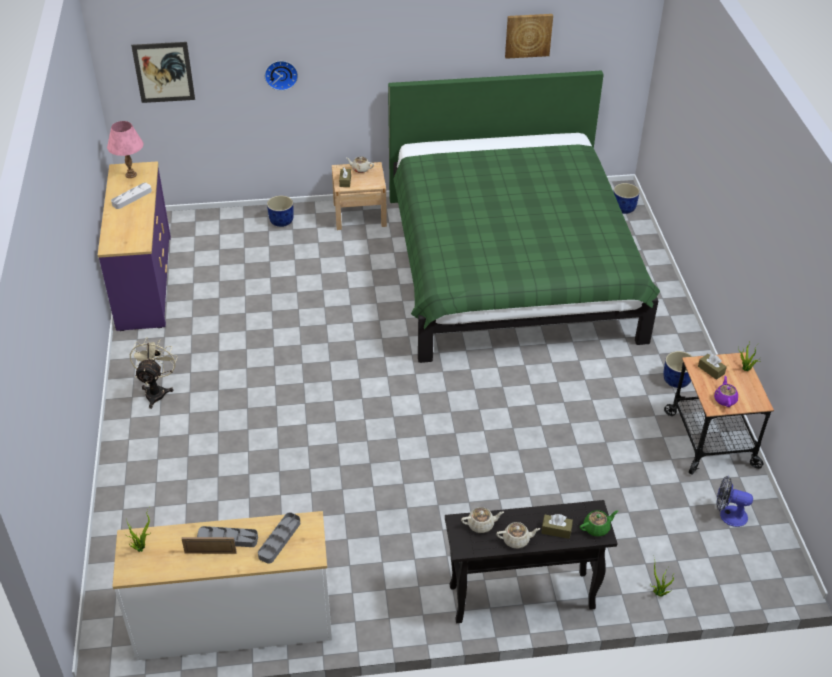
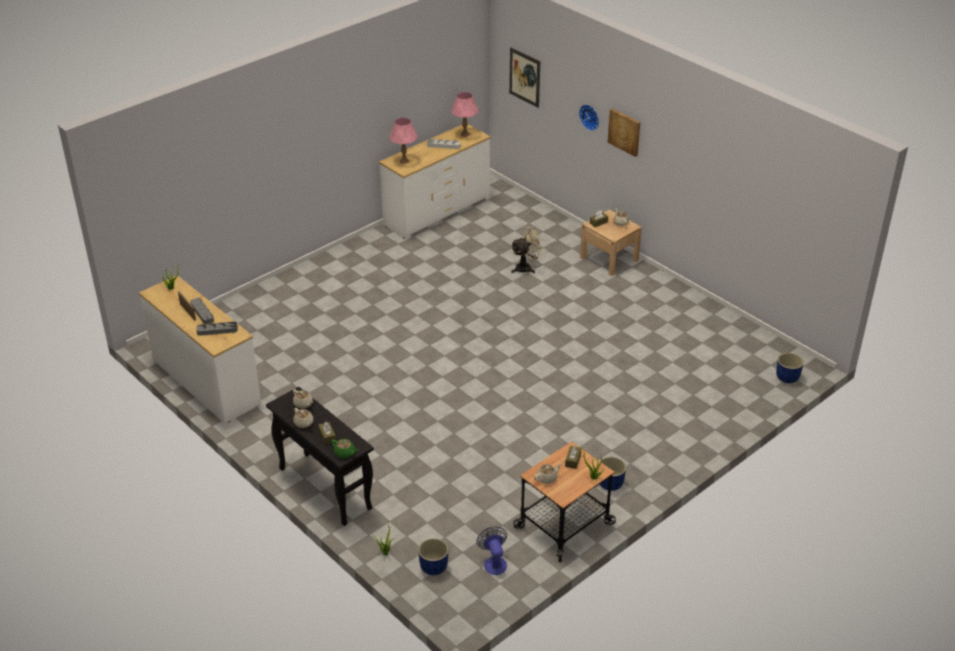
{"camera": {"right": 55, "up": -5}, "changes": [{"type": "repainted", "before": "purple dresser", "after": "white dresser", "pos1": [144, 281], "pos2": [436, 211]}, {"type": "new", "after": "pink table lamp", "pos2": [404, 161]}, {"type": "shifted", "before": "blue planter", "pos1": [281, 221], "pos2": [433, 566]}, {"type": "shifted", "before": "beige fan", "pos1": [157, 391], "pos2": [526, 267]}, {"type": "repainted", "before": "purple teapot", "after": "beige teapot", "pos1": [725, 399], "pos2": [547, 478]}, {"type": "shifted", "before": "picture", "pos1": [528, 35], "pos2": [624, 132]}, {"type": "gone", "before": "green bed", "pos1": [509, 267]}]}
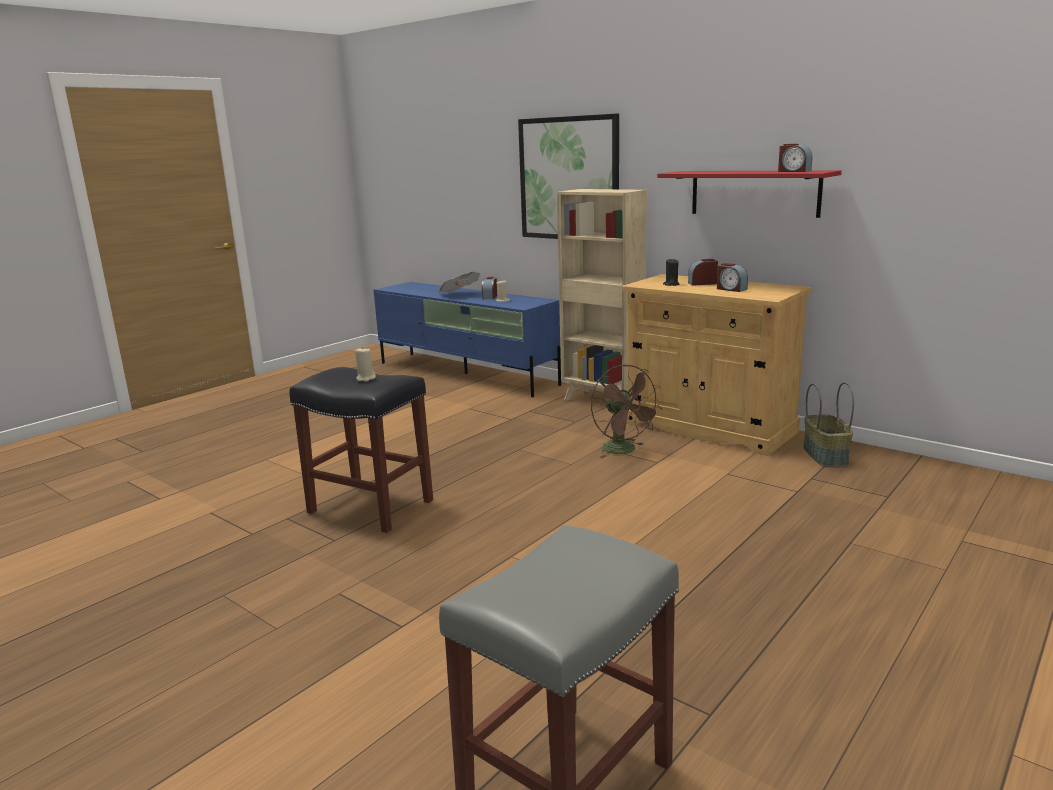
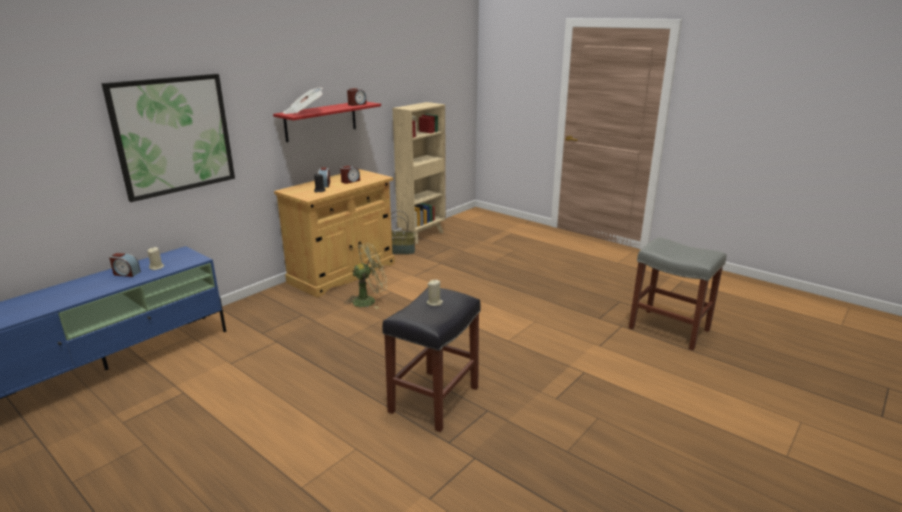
{"camera": {"right": -90, "up": 5}, "changes": [{"type": "shifted", "before": "newspaper", "pos1": [459, 294], "pos2": [304, 112]}, {"type": "repainted", "before": "brown fan", "after": "green fan", "pos1": [624, 451], "pos2": [368, 300]}, {"type": "shifted", "before": "beige bookcase", "pos1": [602, 401], "pos2": [422, 235]}]}
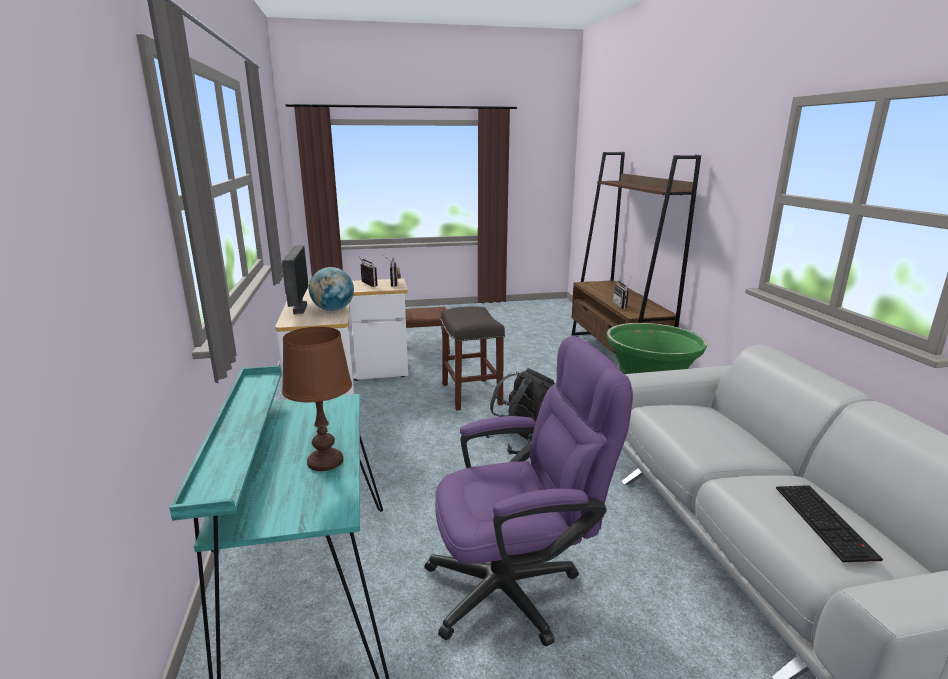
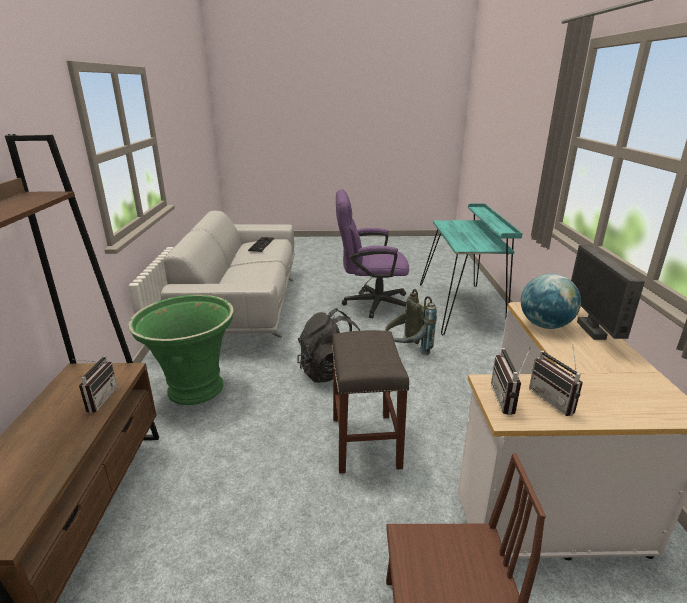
{"camera": {"right": -170, "up": 5}, "changes": [{"type": "new", "after": "grey backpack", "pos2": [406, 351]}, {"type": "gone", "before": "brown table lamp", "pos1": [325, 461]}]}
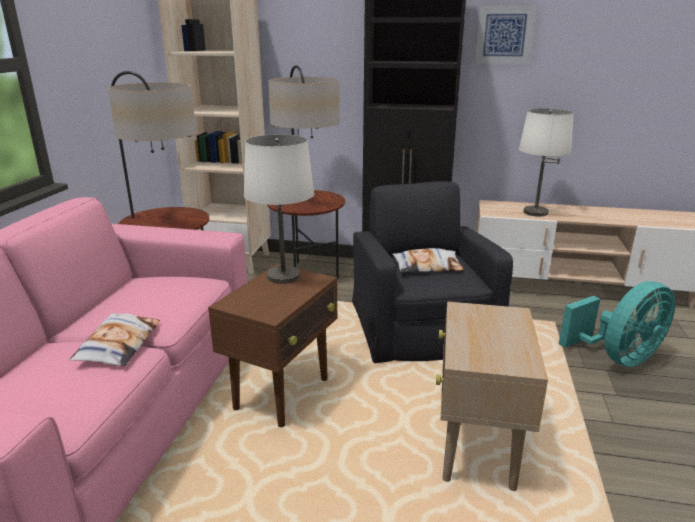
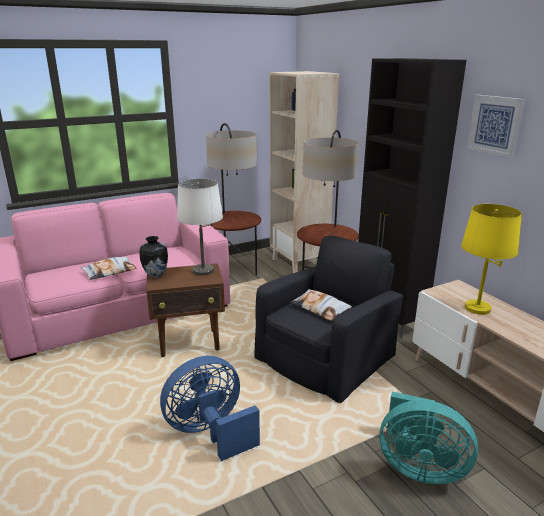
{"camera": {"right": 50, "up": 0}, "changes": [{"type": "new", "after": "vase", "pos2": [155, 275]}, {"type": "swapped", "before": "beige side table", "after": "blue fan", "pos1": [477, 450], "pos2": [210, 432]}, {"type": "repainted", "before": "white table lamp", "after": "yellow table lamp", "pos1": [535, 212], "pos2": [477, 308]}]}
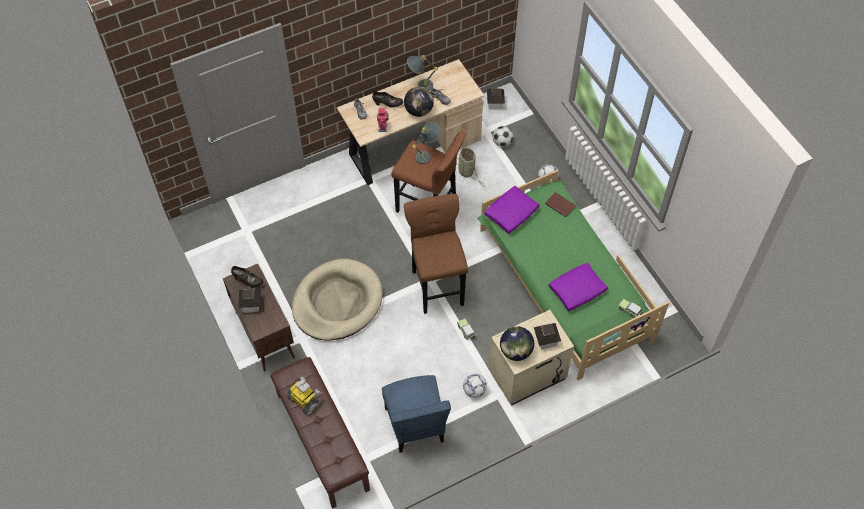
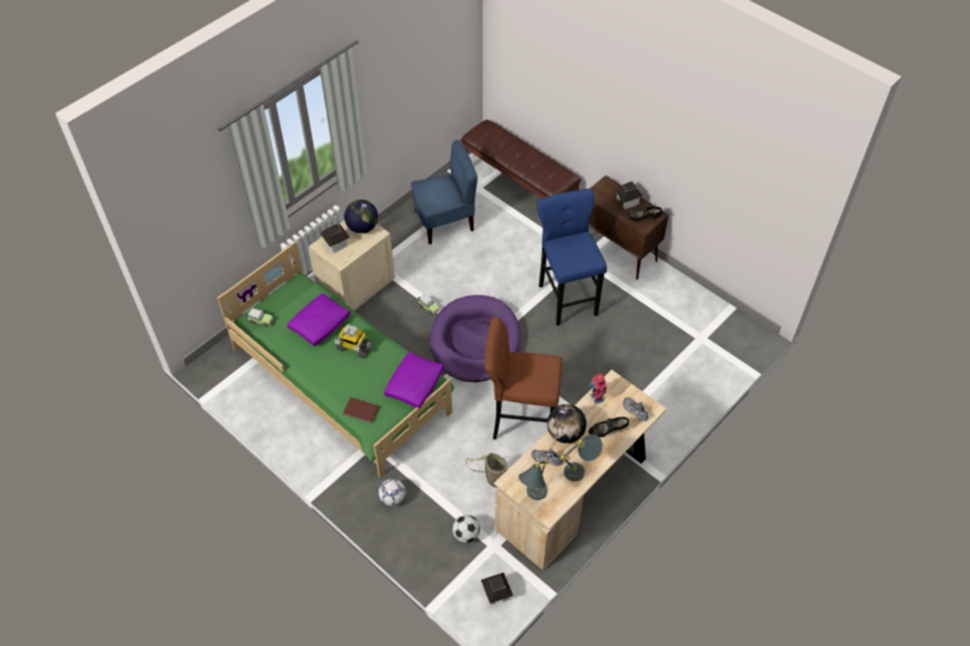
{"camera": {"right": 160, "up": -5}, "changes": [{"type": "shifted", "before": "toy robot", "pos1": [304, 400], "pos2": [354, 348]}, {"type": "rotated", "before": "blue chair", "pos1": [415, 424], "pos2": [444, 222], "turn": 105}, {"type": "swapped", "before": "brown stool", "after": "purple dog bed", "pos1": [437, 285], "pos2": [475, 341]}, {"type": "shifted", "before": "grey table lamp", "pos1": [427, 155], "pos2": [533, 496]}, {"type": "swapped", "before": "beige dog bed", "after": "blue stool", "pos1": [337, 302], "pos2": [567, 297]}, {"type": "gone", "before": "football", "pos1": [474, 390]}]}
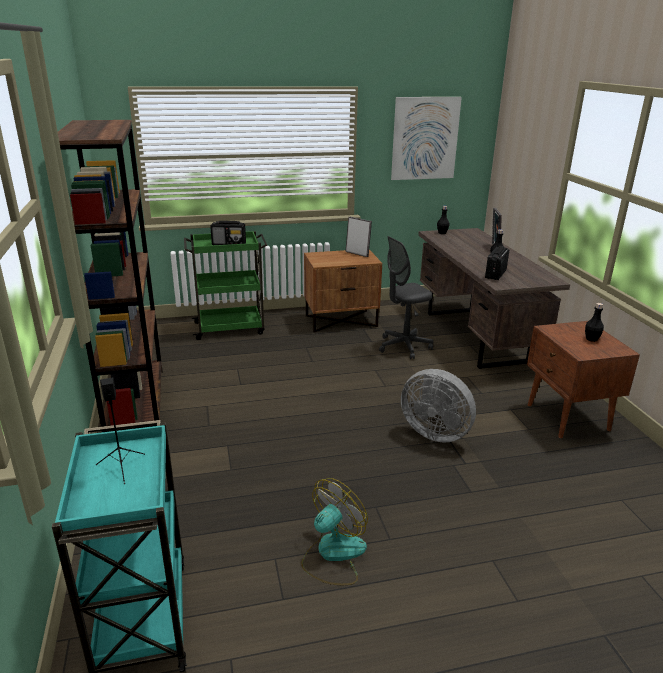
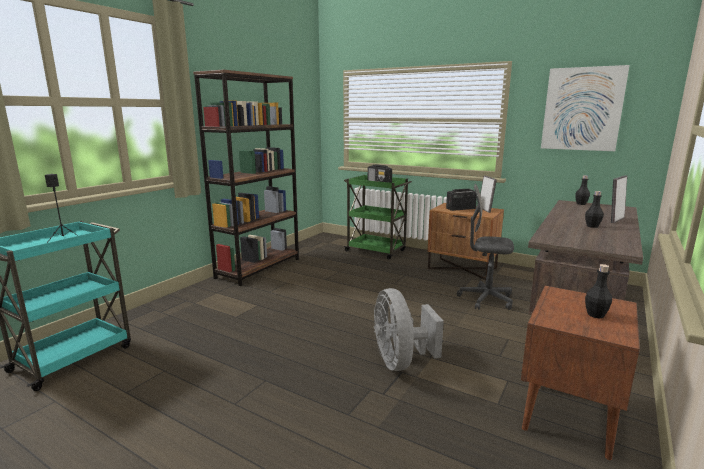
{"camera": {"right": 45, "up": -10}, "changes": [{"type": "shifted", "before": "radio", "pos1": [495, 274], "pos2": [460, 209]}, {"type": "gone", "before": "fan", "pos1": [333, 554]}]}
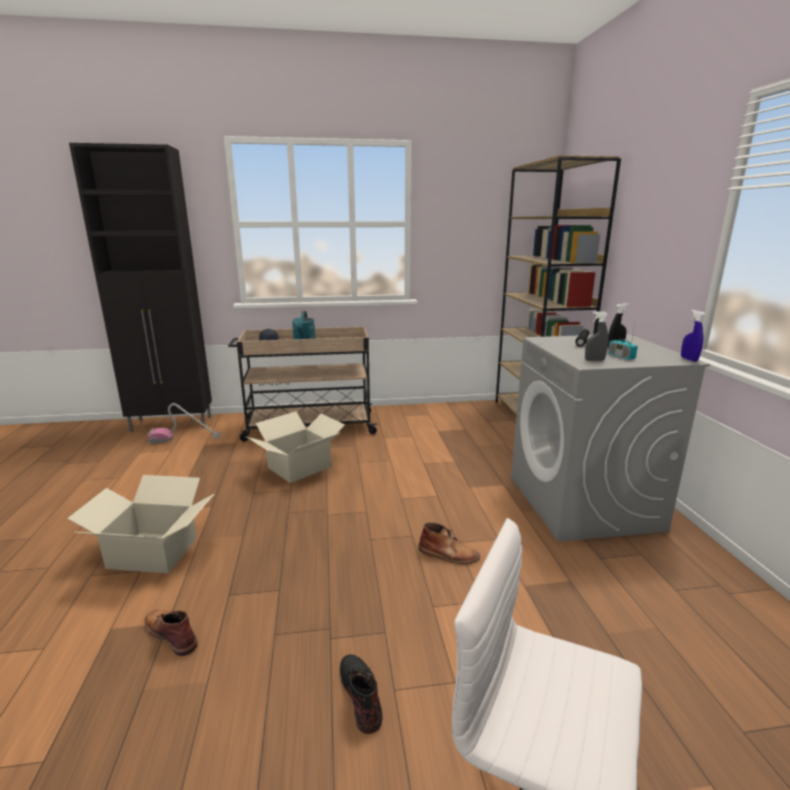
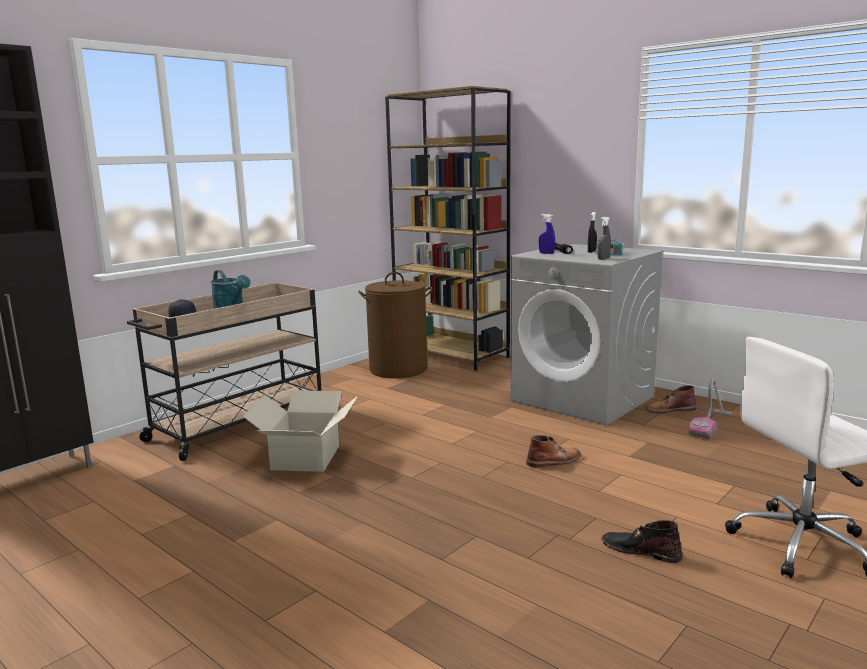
{"camera": {"right": -40, "up": -5}, "changes": [{"type": "new", "after": "brown laundry basket", "pos2": [398, 369]}, {"type": "shifted", "before": "blue spray bottle", "pos1": [689, 359], "pos2": [546, 253]}, {"type": "shifted", "before": "brown boot", "pos1": [171, 633], "pos2": [669, 409]}, {"type": "shifted", "before": "vacuum cleaner", "pos1": [185, 438], "pos2": [711, 425]}, {"type": "gone", "before": "cardboard box", "pos1": [153, 552]}]}
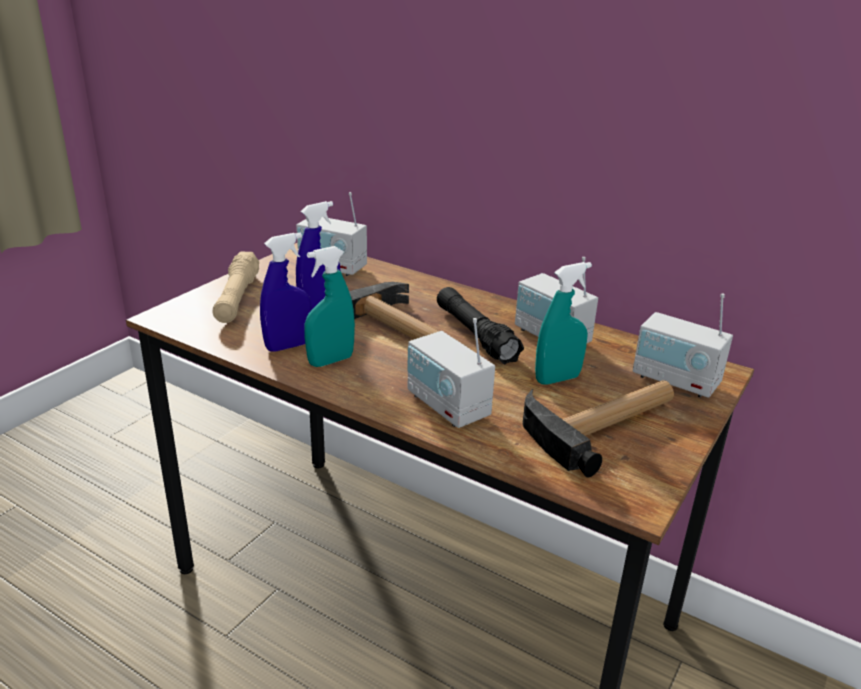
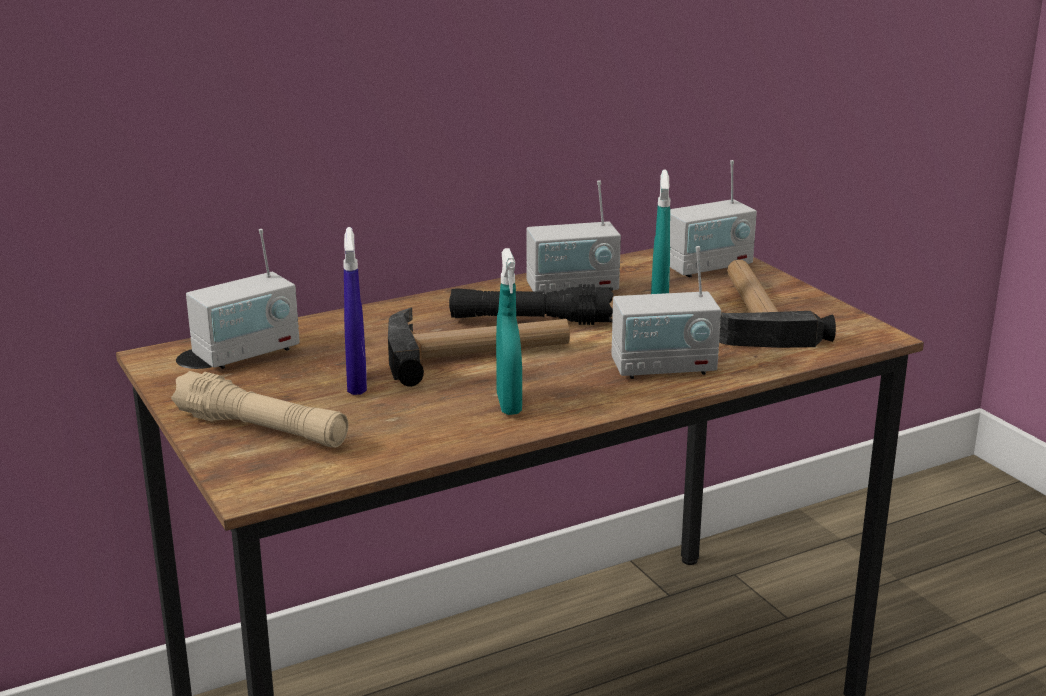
{"camera": {"right": -60, "up": -5}, "changes": [{"type": "gone", "before": "blue spray bottle", "pos1": [288, 346]}]}
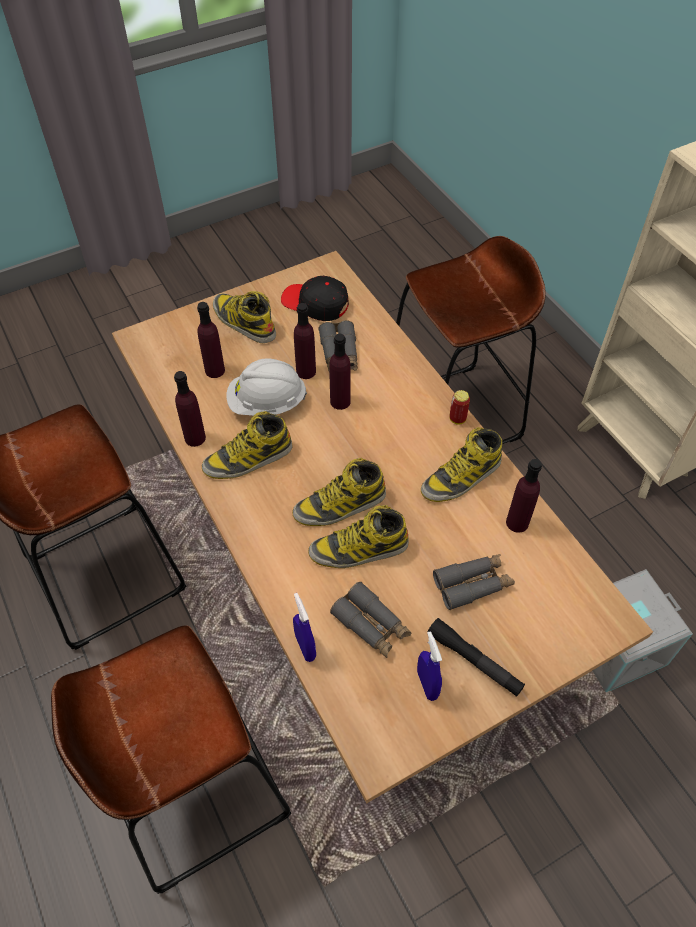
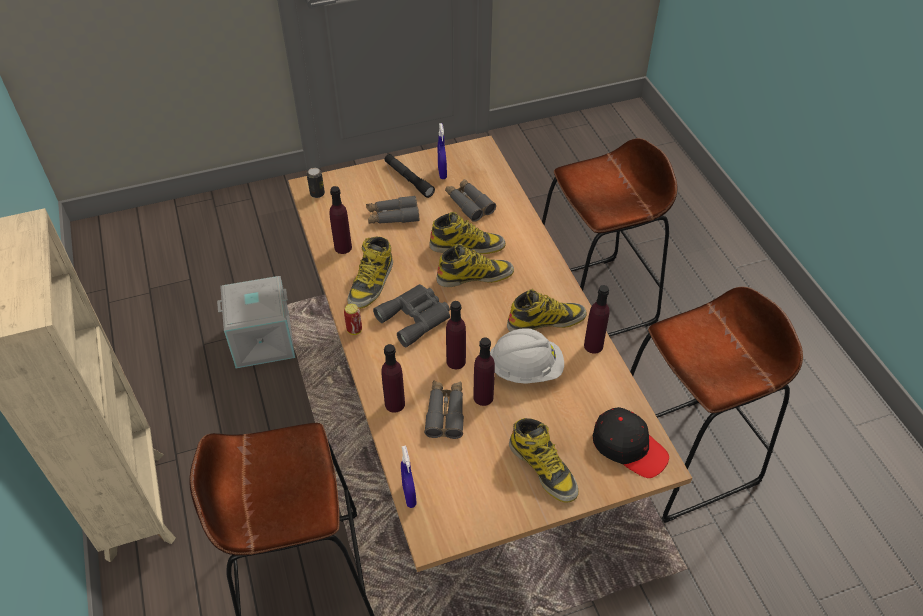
{"camera": {"right": -170, "up": -5}, "changes": [{"type": "new", "after": "can", "pos2": [317, 193]}, {"type": "rotated", "before": "boot", "pos1": [461, 477], "pos2": [371, 283], "turn": 135}, {"type": "new", "after": "grey binoculars", "pos2": [416, 317]}, {"type": "shifted", "before": "purple bottle", "pos1": [215, 370], "pos2": [395, 404]}, {"type": "shifted", "before": "blue spray bottle", "pos1": [305, 647], "pos2": [409, 495]}, {"type": "shifted", "before": "black cap", "pos1": [315, 304], "pos2": [629, 447]}]}
